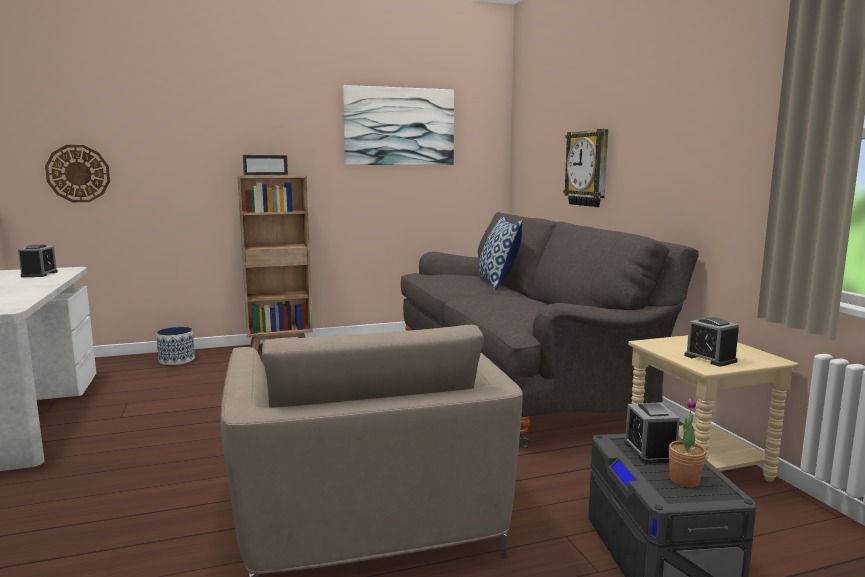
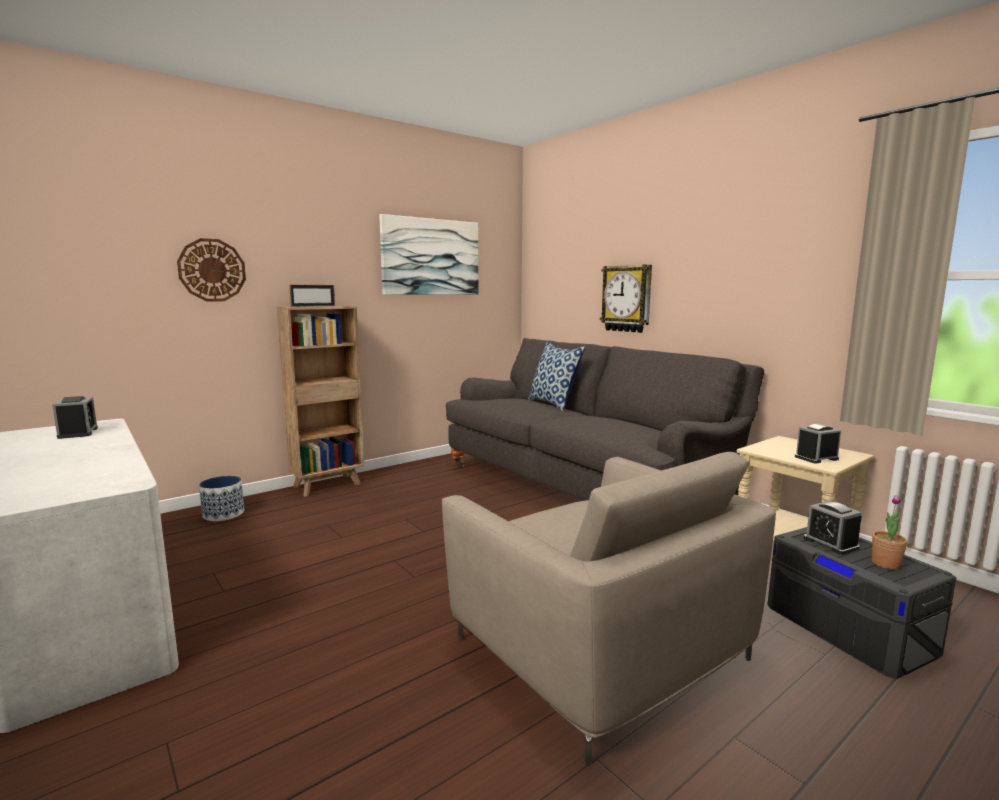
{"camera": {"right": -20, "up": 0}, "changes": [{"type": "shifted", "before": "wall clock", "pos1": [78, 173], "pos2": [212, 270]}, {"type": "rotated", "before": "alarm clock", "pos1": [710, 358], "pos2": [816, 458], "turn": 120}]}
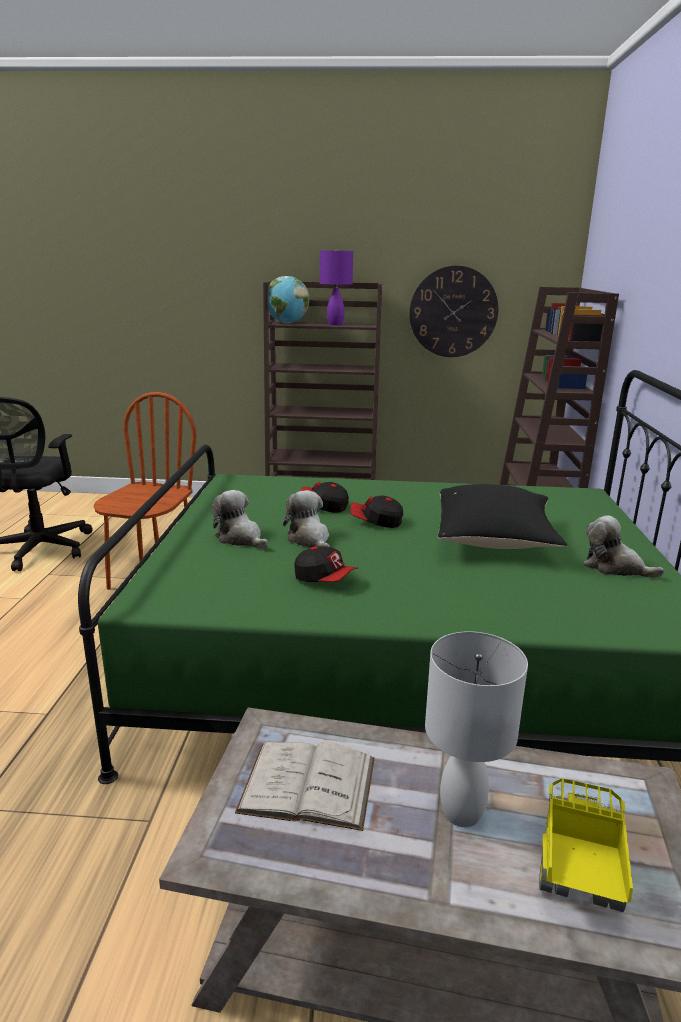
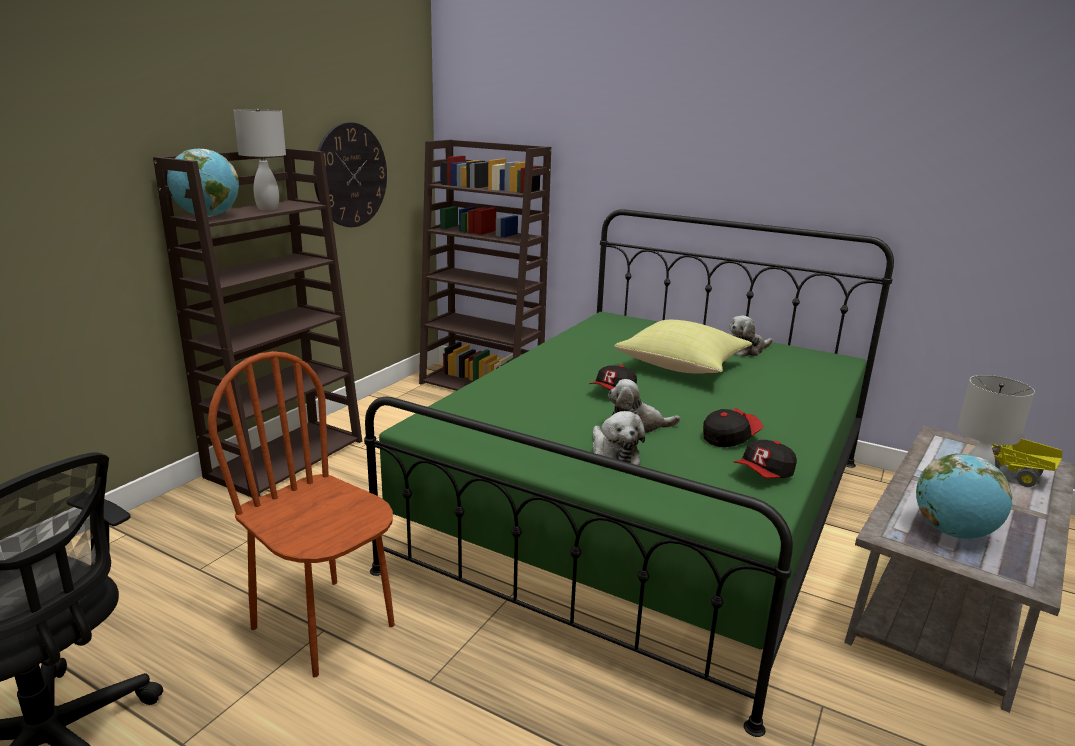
{"camera": {"right": -65, "up": 0}, "changes": [{"type": "repainted", "before": "purple table lamp", "after": "white table lamp", "pos1": [335, 324], "pos2": [268, 208]}, {"type": "rotated", "before": "plush toy", "pos1": [240, 538], "pos2": [613, 455], "turn": -90}, {"type": "repainted", "before": "black pillow", "after": "yellow pillow", "pos1": [494, 541], "pos2": [683, 366]}, {"type": "shifted", "before": "cap", "pos1": [323, 506], "pos2": [764, 474]}, {"type": "swapped", "before": "white book", "after": "globe", "pos1": [308, 784], "pos2": [953, 532]}]}
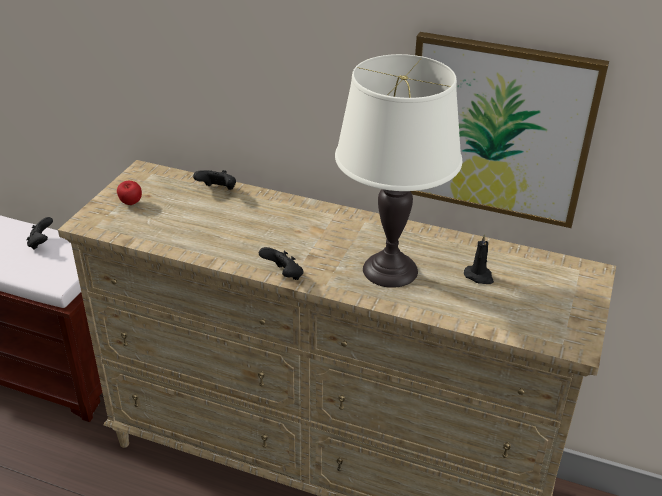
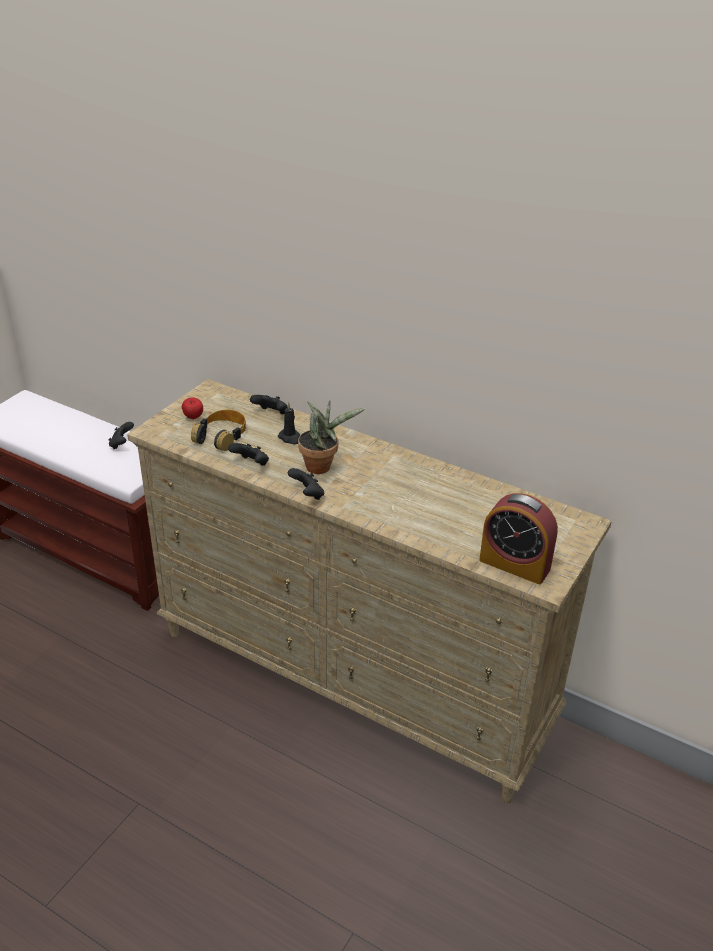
{"camera": {"right": 10, "up": 0}, "changes": [{"type": "new", "after": "headphones", "pos2": [221, 436]}, {"type": "new", "after": "black game controller", "pos2": [251, 464]}, {"type": "shifted", "before": "black candle", "pos1": [479, 276], "pos2": [290, 438]}, {"type": "new", "after": "potted plant", "pos2": [322, 466]}, {"type": "new", "after": "alarm clock", "pos2": [514, 564]}, {"type": "gone", "before": "white table lamp", "pos1": [390, 270]}, {"type": "gone", "before": "picture", "pos1": [498, 130]}]}
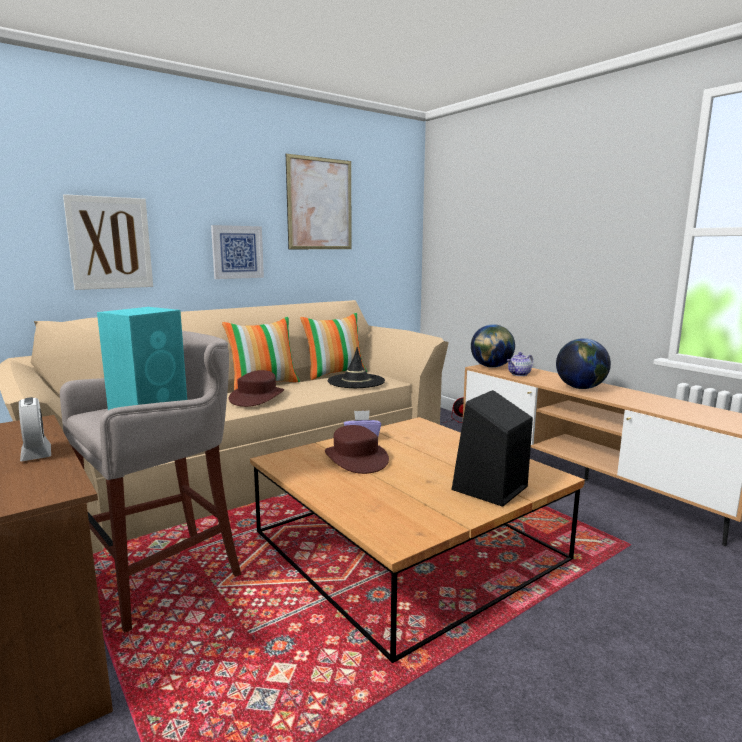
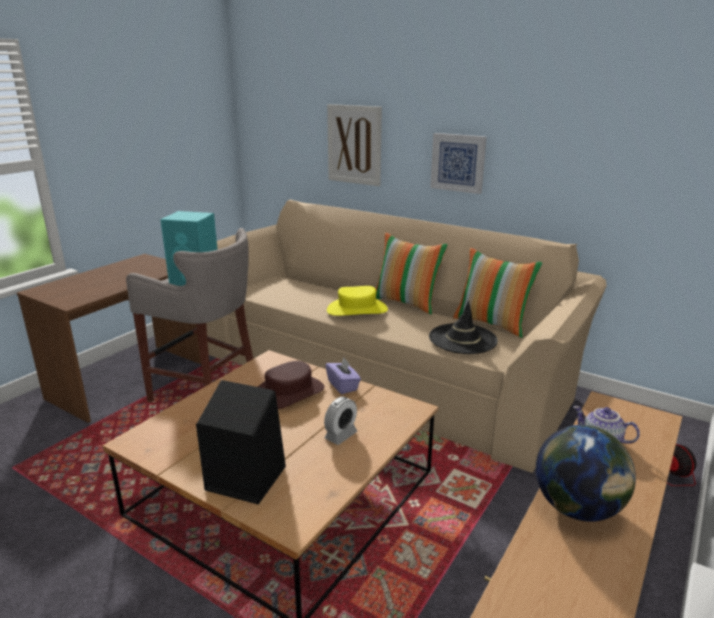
{"camera": {"right": 70, "up": 10}, "changes": [{"type": "shifted", "before": "alarm clock", "pos1": [36, 454], "pos2": [341, 435]}, {"type": "repainted", "before": "brown hat", "after": "yellow hat", "pos1": [257, 397], "pos2": [357, 310]}, {"type": "gone", "before": "picture", "pos1": [320, 204]}, {"type": "gone", "before": "globe", "pos1": [491, 367]}]}
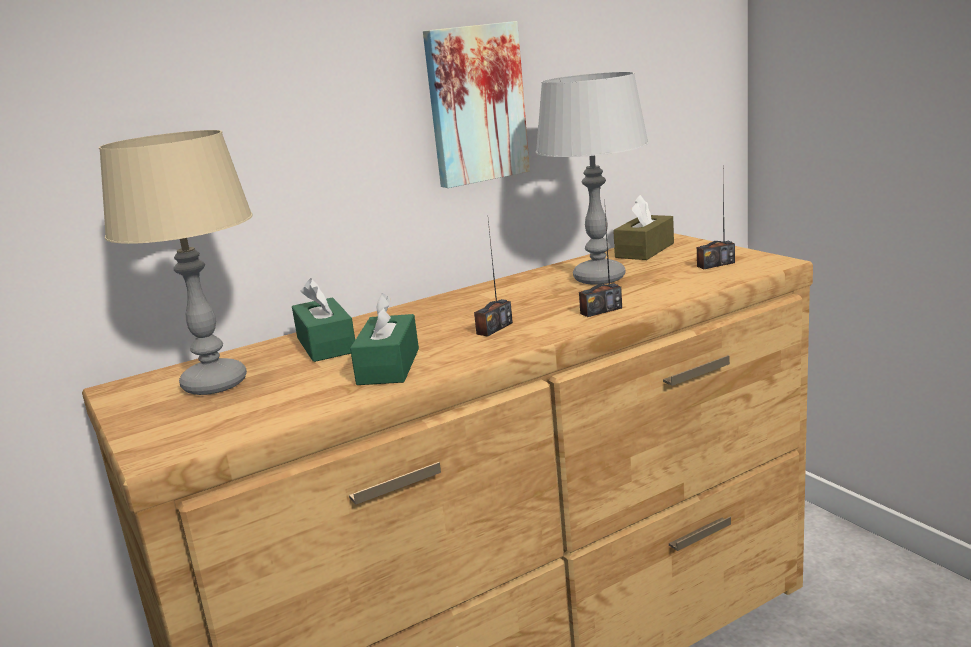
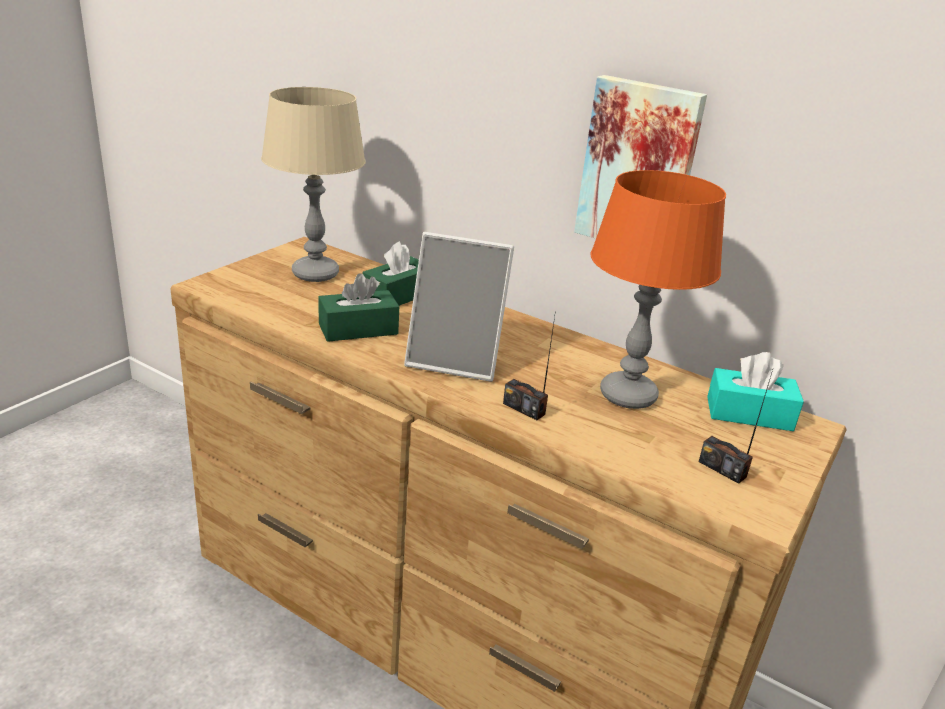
{"camera": {"right": 60, "up": 10}, "changes": [{"type": "swapped", "before": "radio", "after": "picture frame", "pos1": [494, 328], "pos2": [456, 360]}, {"type": "repainted", "before": "grey table lamp", "after": "orange table lamp", "pos1": [599, 278], "pos2": [628, 396]}, {"type": "repainted", "before": "brown tissue box", "after": "turquoise tissue box", "pos1": [644, 250], "pos2": [749, 414]}]}
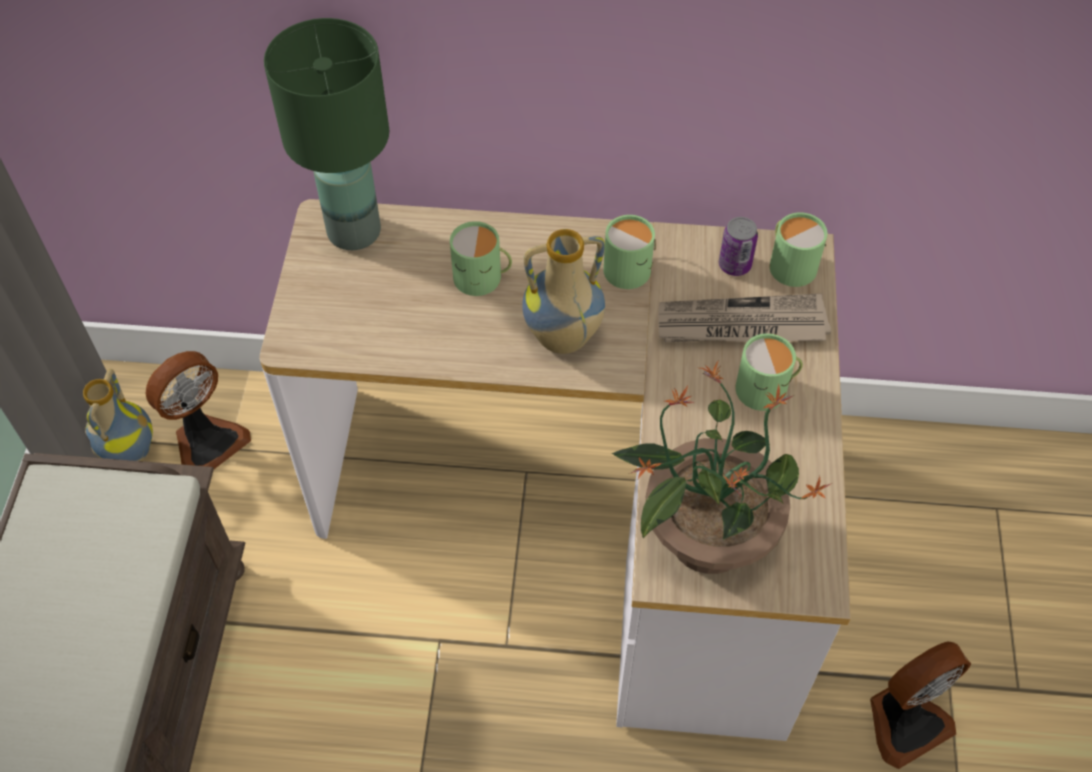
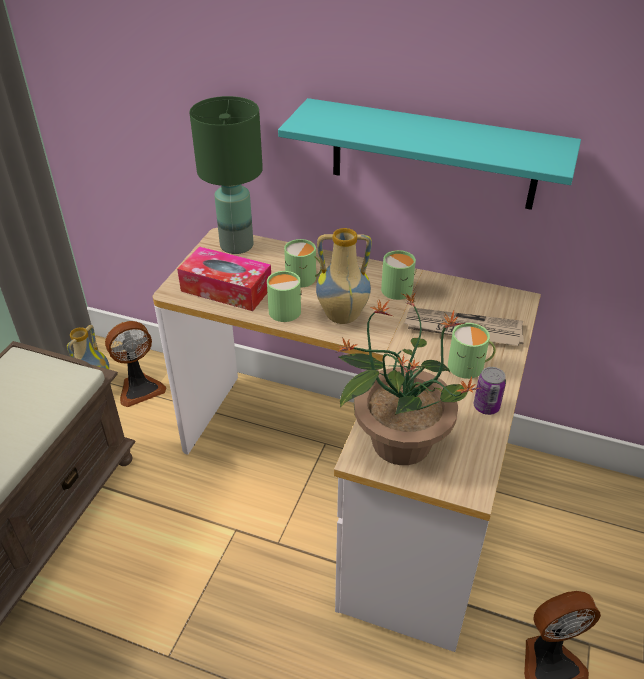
{"camera": {"right": 15, "up": -15}, "changes": [{"type": "new", "after": "tissue box", "pos2": [226, 289]}, {"type": "shifted", "before": "green mug", "pos1": [790, 263], "pos2": [284, 309]}, {"type": "new", "after": "turquoise shelf", "pos2": [433, 155]}, {"type": "shifted", "before": "can", "pos1": [734, 265], "pos2": [486, 407]}]}
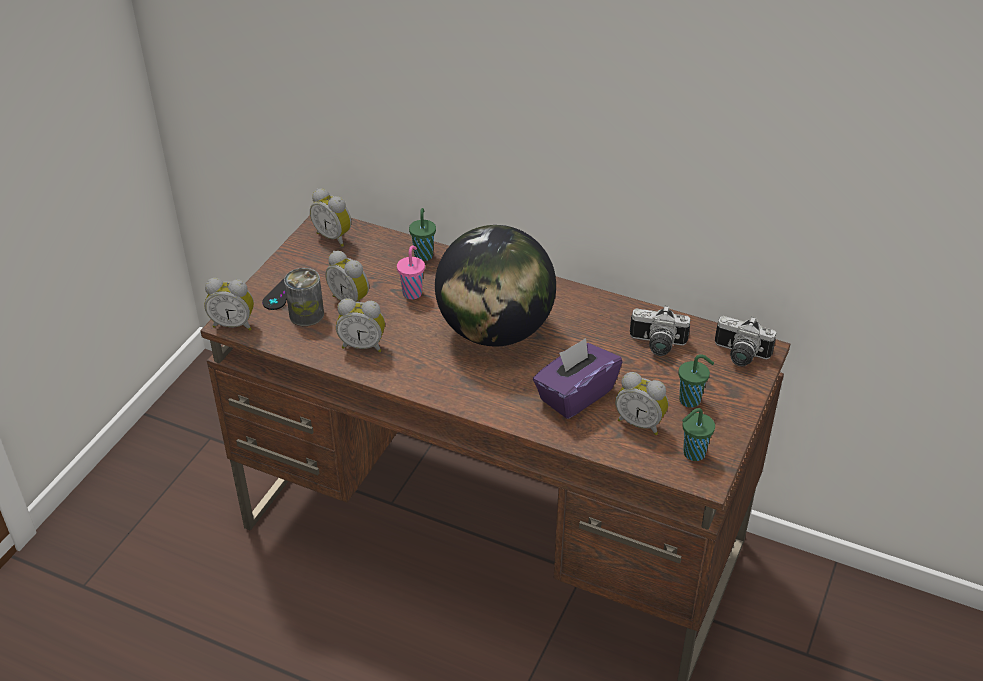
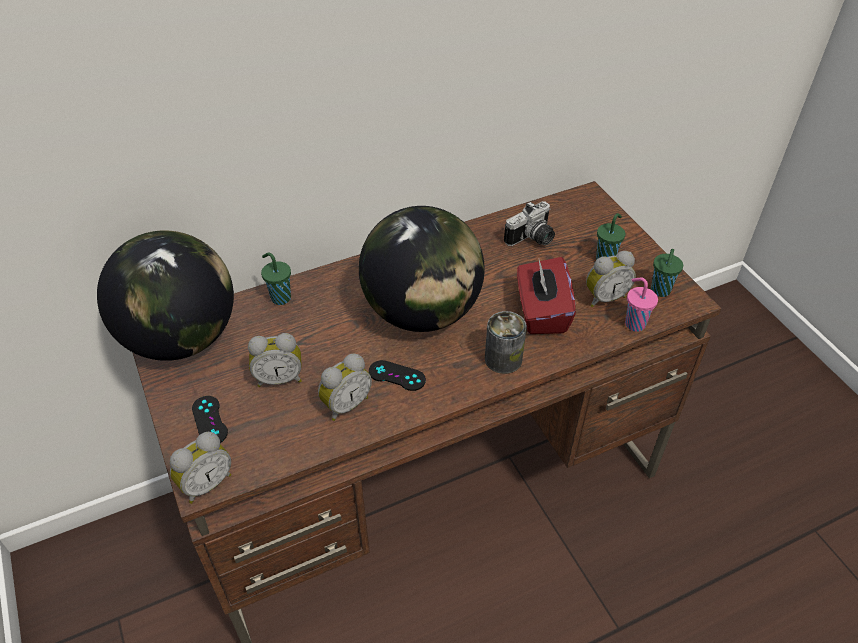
{"camera": {"right": -50, "up": 5}, "changes": [{"type": "swapped", "before": "alarm clock", "after": "globe", "pos1": [334, 236], "pos2": [181, 338]}, {"type": "new", "after": "black game controller", "pos2": [397, 376]}, {"type": "shifted", "before": "can", "pos1": [306, 314], "pos2": [503, 359]}, {"type": "repainted", "before": "purple tissue box", "after": "red tissue box", "pos1": [575, 395], "pos2": [541, 312]}, {"type": "shifted", "before": "pink cup", "pos1": [412, 293], "pos2": [634, 323]}, {"type": "gone", "before": "photo camera", "pos1": [739, 355]}]}
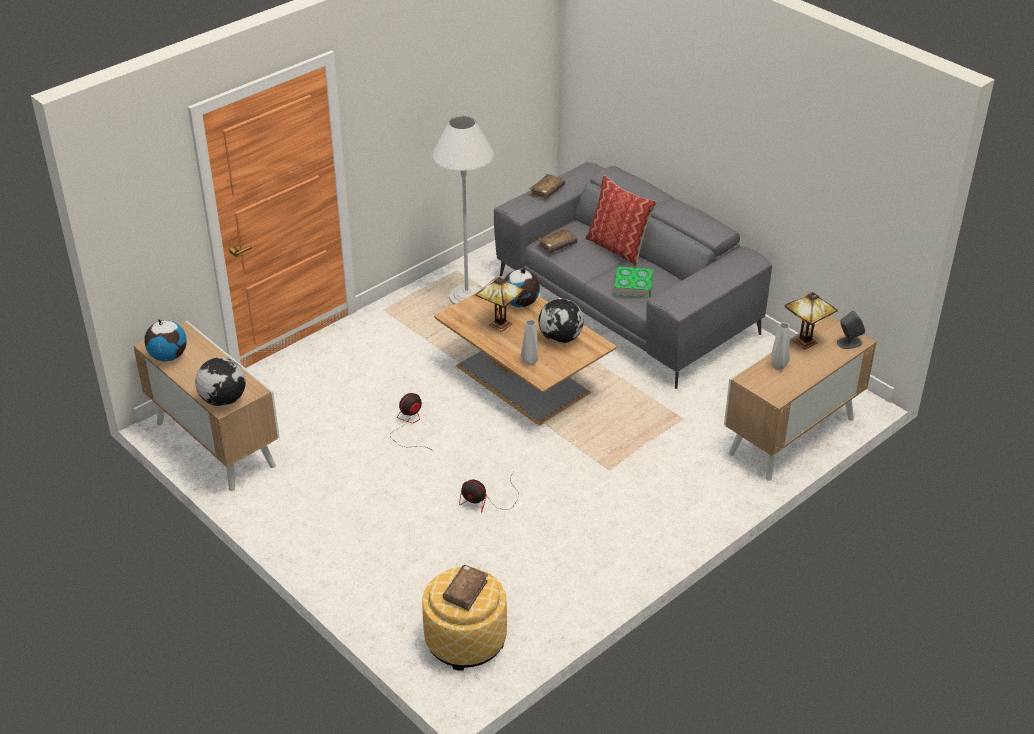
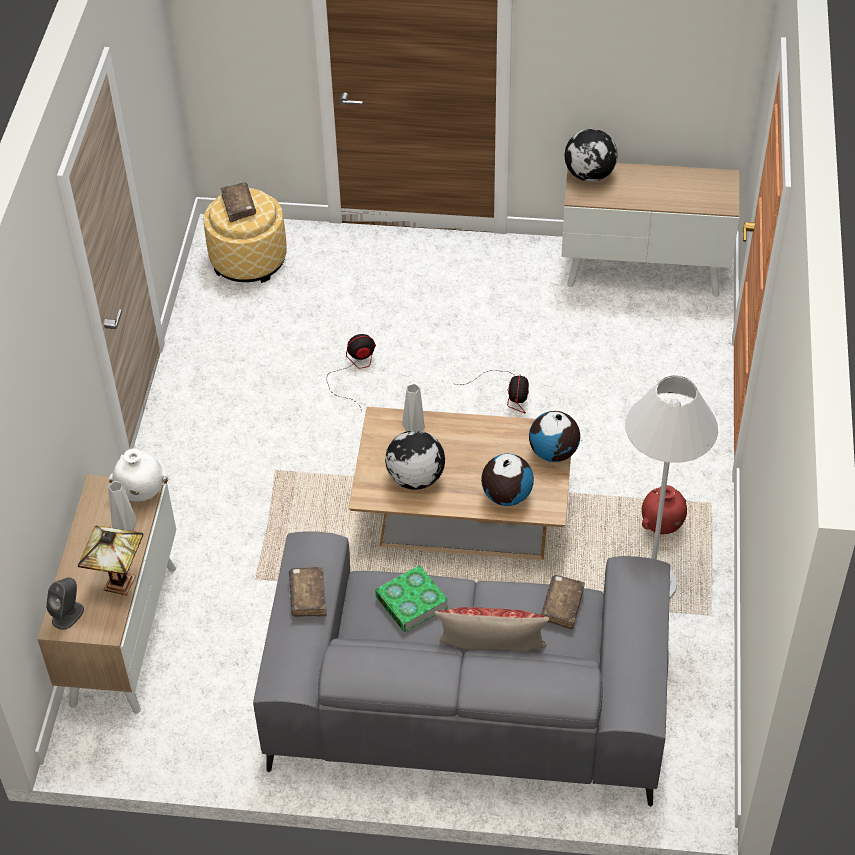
{"camera": {"right": 140, "up": 10}, "changes": [{"type": "new", "after": "white vase", "pos2": [141, 493]}, {"type": "shifted", "before": "brown book", "pos1": [547, 191], "pos2": [308, 596]}, {"type": "shifted", "before": "globe", "pos1": [168, 356], "pos2": [554, 453]}, {"type": "new", "after": "red vase", "pos2": [661, 526]}, {"type": "gone", "before": "table lamp", "pos1": [498, 324]}]}
